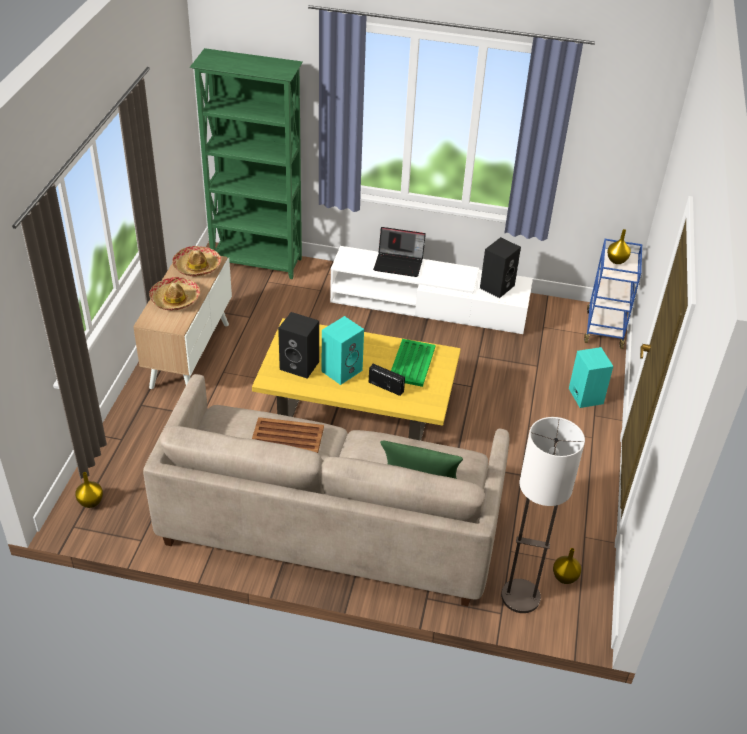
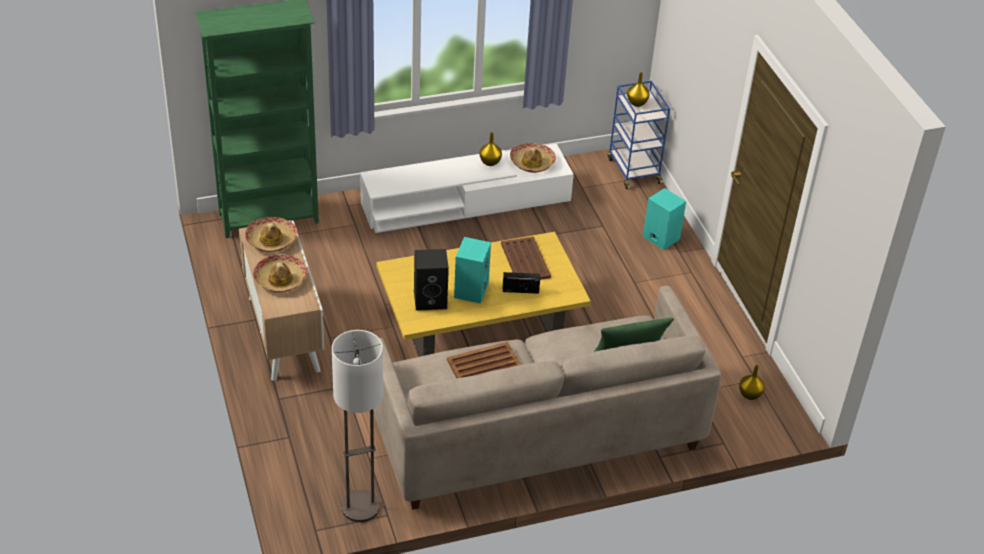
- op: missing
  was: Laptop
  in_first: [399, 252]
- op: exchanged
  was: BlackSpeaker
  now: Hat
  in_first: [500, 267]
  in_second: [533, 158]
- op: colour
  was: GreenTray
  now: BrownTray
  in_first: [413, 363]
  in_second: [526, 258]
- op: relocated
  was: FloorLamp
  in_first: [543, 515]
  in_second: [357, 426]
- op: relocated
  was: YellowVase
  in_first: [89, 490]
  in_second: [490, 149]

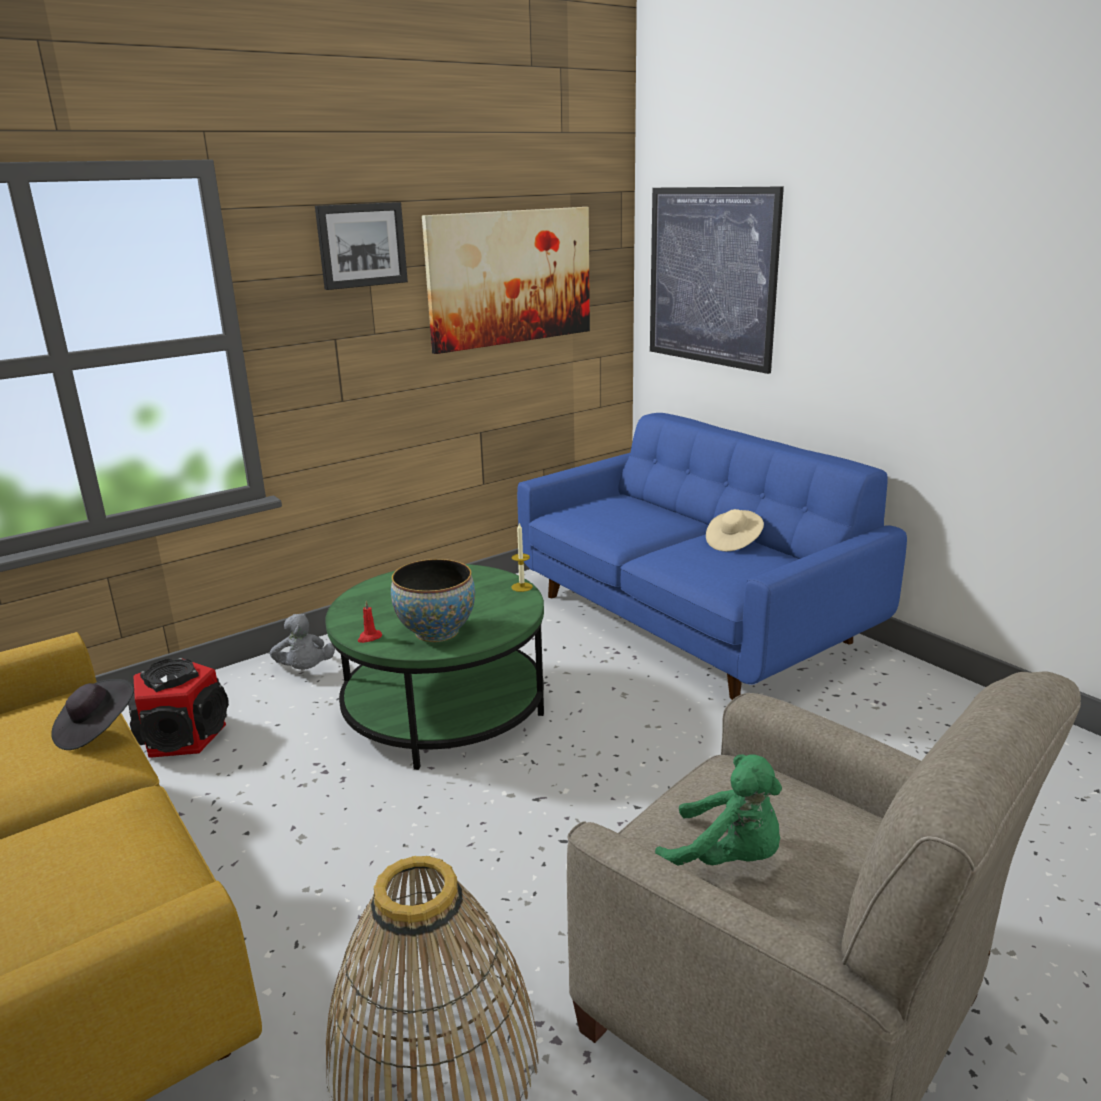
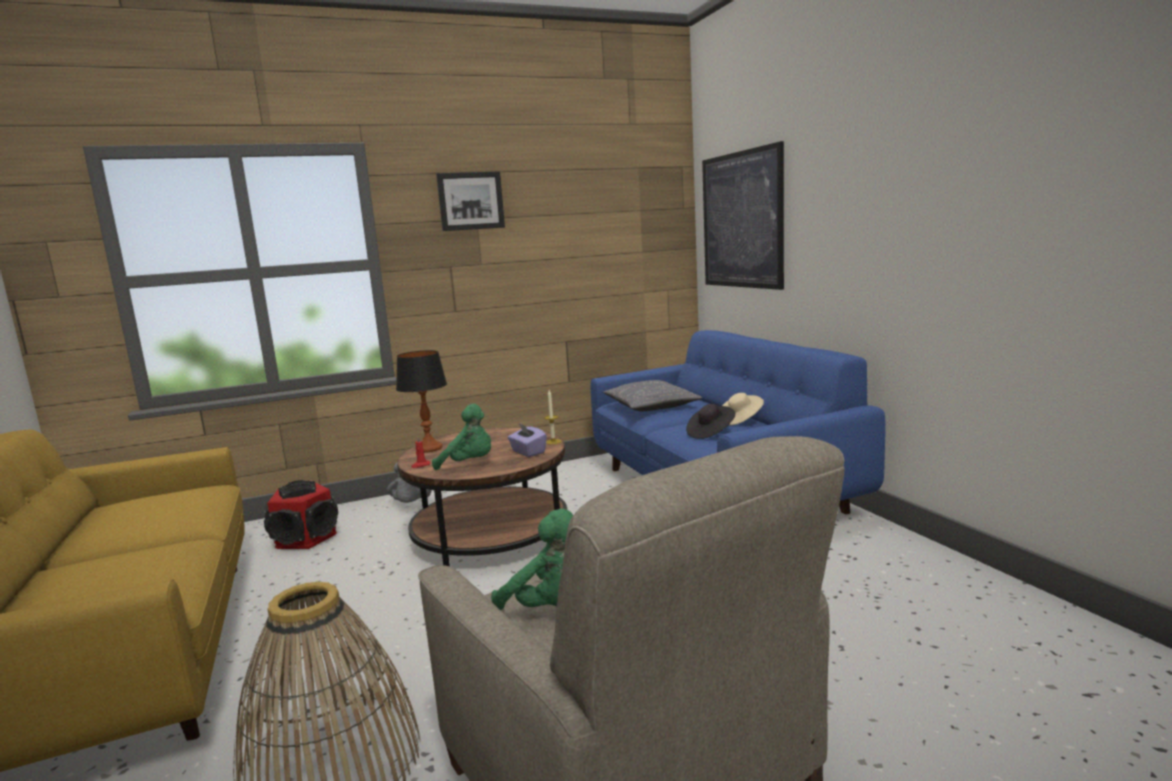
- op: missing
  was: Picture
  in_first: [506, 280]
- op: exchanged
  was: Bowl
  now: GreenPlushToy
  in_first: [433, 600]
  in_second: [461, 437]
- op: colour
  was: GreenCoffeeTable
  now: BrownCoffeeTable
  in_first: [434, 667]
  in_second: [482, 497]
- op: relocated
  was: BlackHat
  in_first: [92, 714]
  in_second: [710, 421]
- op: appeared
  now: TableLamp
  in_second: [421, 401]
- op: appeared
  now: GreyPillow
  in_second: [652, 395]
- op: appeared
  now: PurpleTissueBox
  in_second: [527, 440]

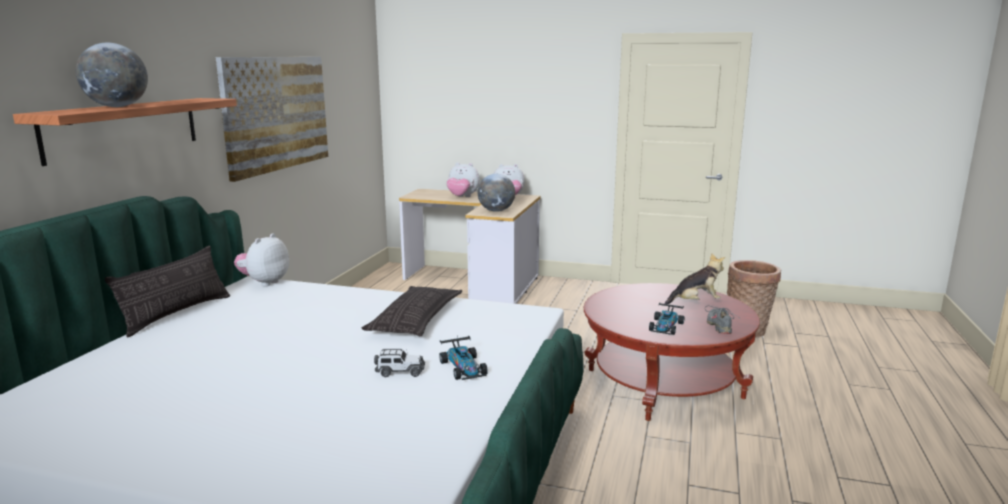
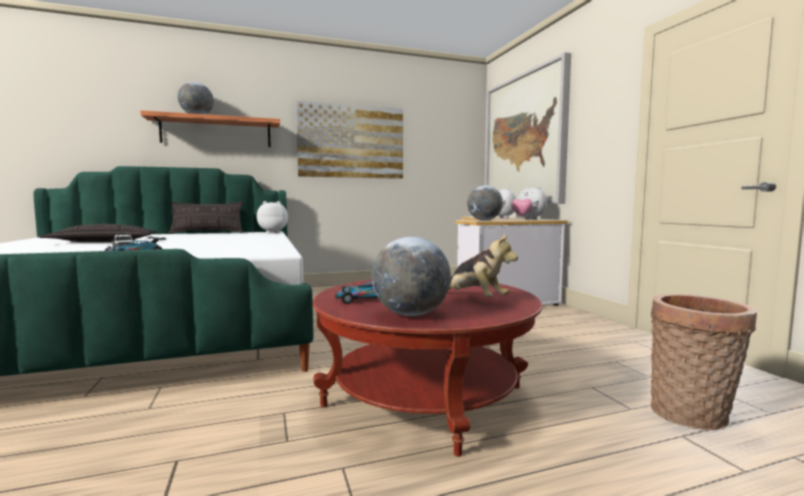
- op: relocated
  was: Pillow
  in_first: [412, 311]
  in_second: [98, 233]
- op: exchanged
  was: GreyShoe
  now: Globe
  in_first: [721, 319]
  in_second: [411, 276]
- op: appeared
  now: Picture
  in_second: [528, 128]

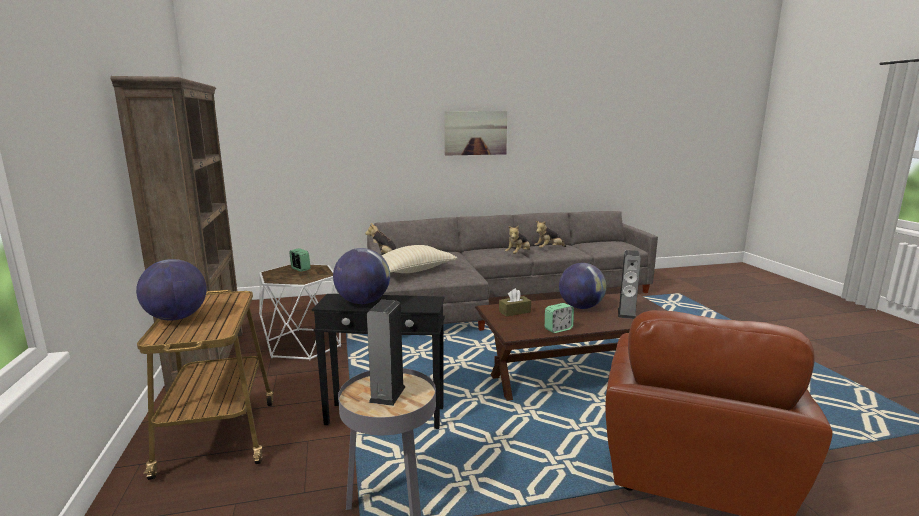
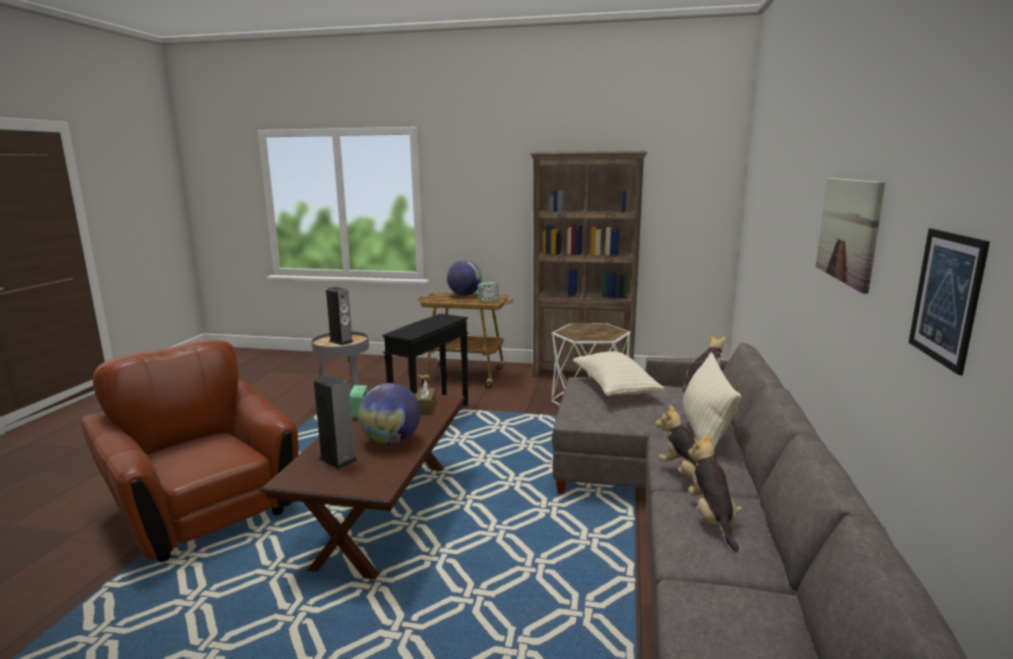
- op: relocated
  was: AlarmClock
  in_first: [300, 260]
  in_second: [488, 292]
- op: missing
  was: Globe
  in_first: [361, 276]
- op: appeared
  now: Picture
  in_second: [949, 302]
- op: appeared
  now: BeigePillow
  in_second: [712, 401]

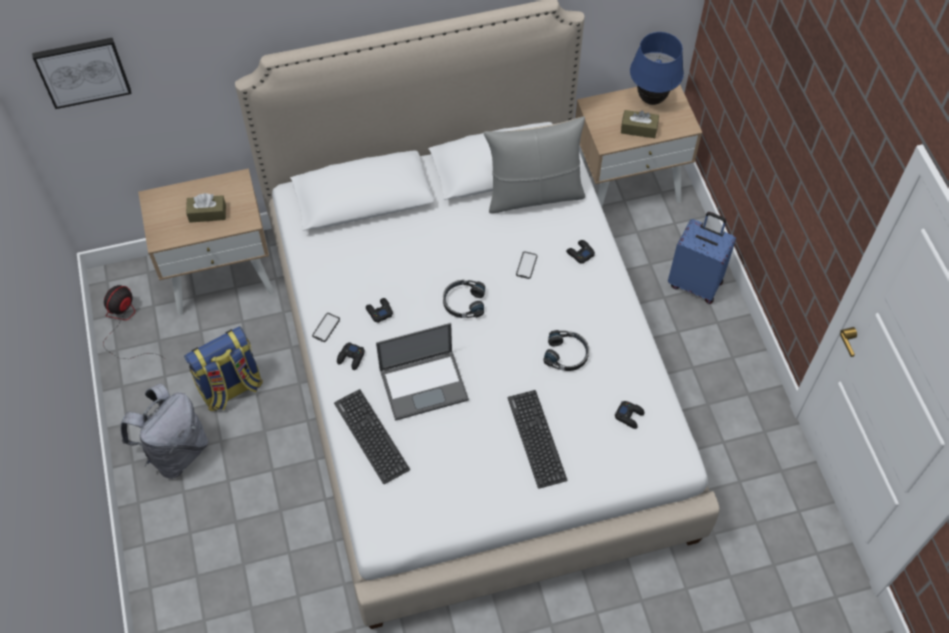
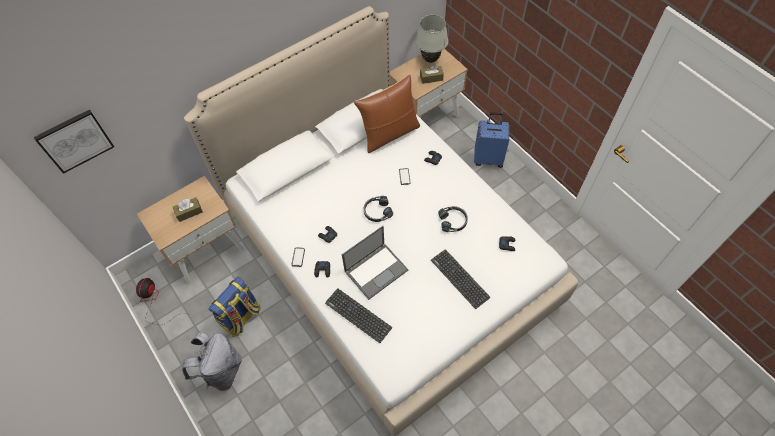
- op: colour
  was: BlueTableLamp
  now: WhiteTableLamp
  in_first: [657, 68]
  in_second: [431, 39]
- op: colour
  was: GreyPillow
  now: BrownPillow
  in_first: [534, 164]
  in_second: [387, 114]

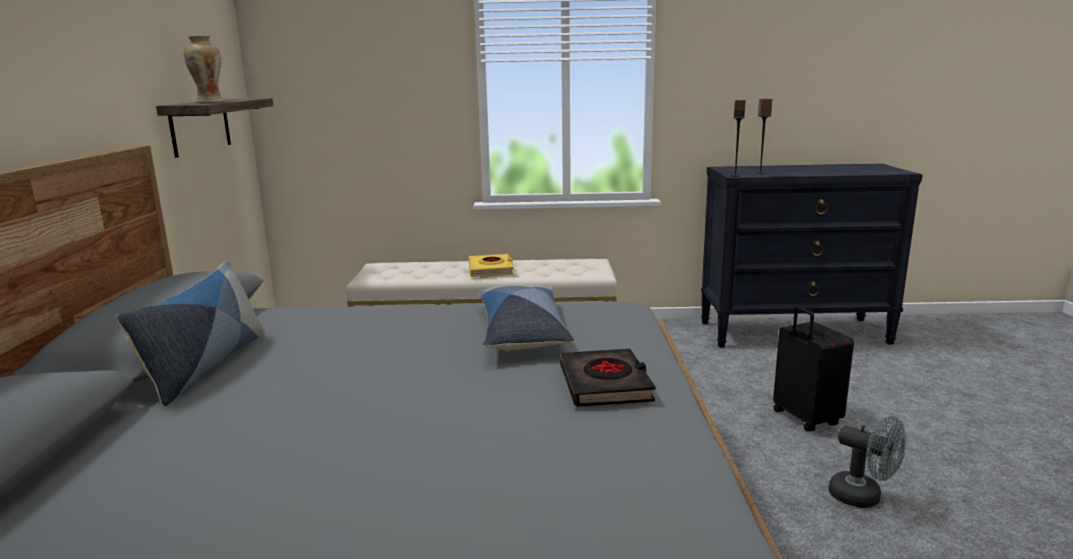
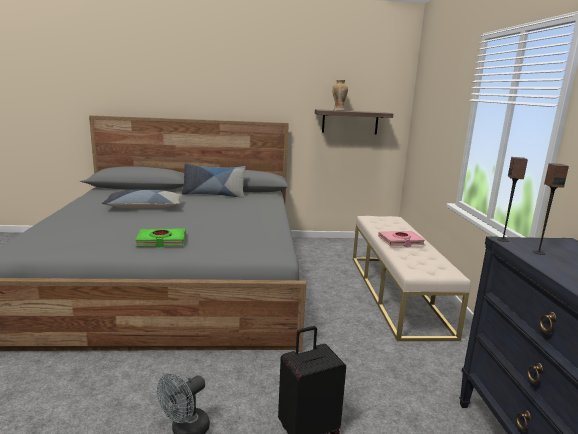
- op: colour
  was: YellowBook
  now: PinkBook
  in_first: [491, 265]
  in_second: [401, 239]
- op: relocated
  was: Pillow
  in_first: [526, 318]
  in_second: [141, 199]
- op: colour
  was: BlackBook
  now: GreenBook
  in_first: [608, 378]
  in_second: [160, 237]

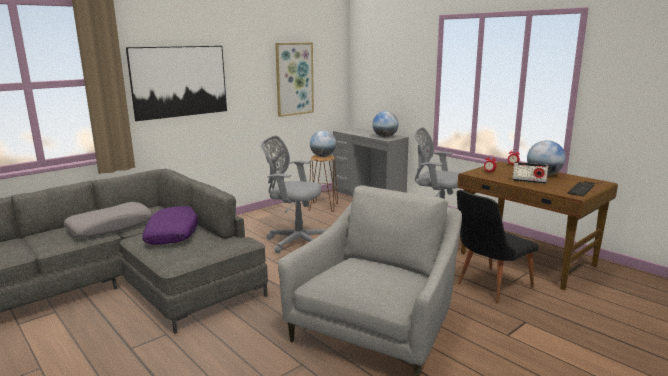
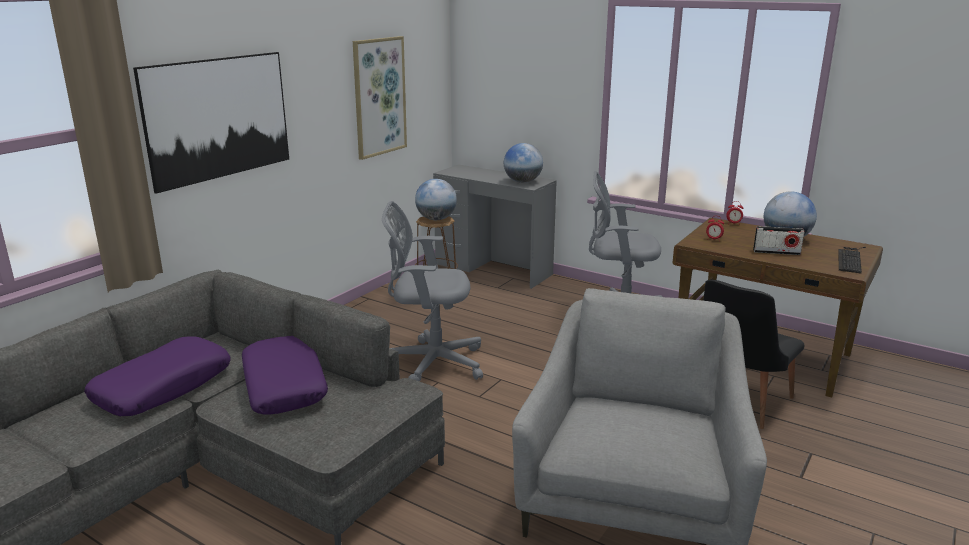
- op: colour
  was: GreyPillow
  now: PurplePillow
  in_first: [108, 220]
  in_second: [158, 376]

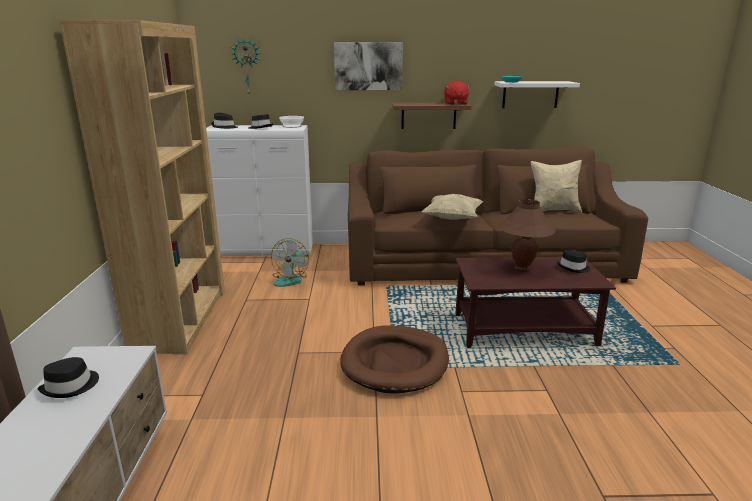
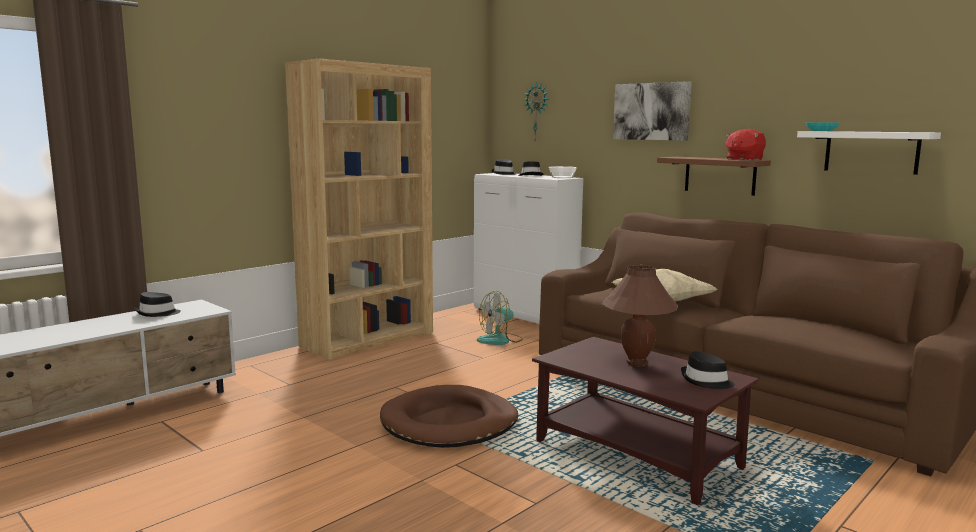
- op: missing
  was: BeigePillow
  in_first: [556, 186]

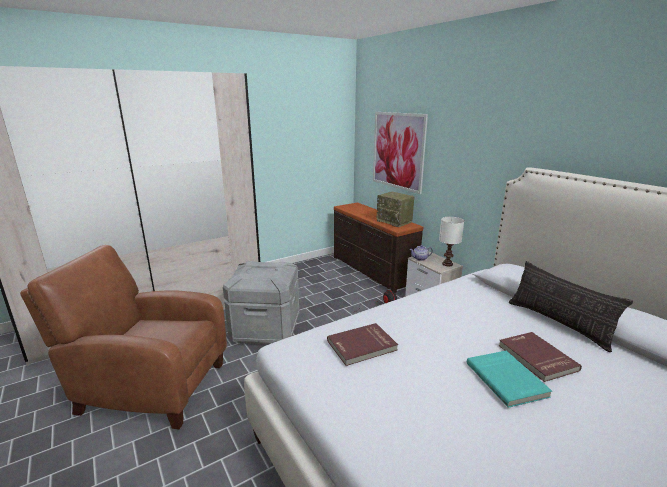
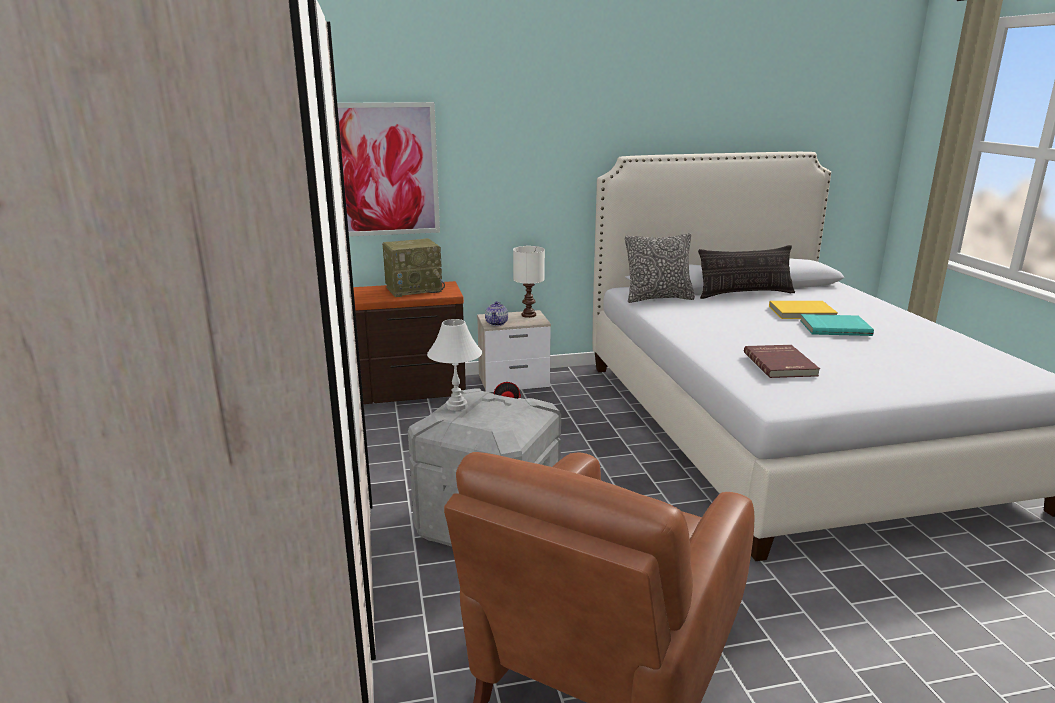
- op: colour
  was: RedBook
  now: YellowBook
  in_first: [540, 357]
  in_second: [803, 310]
- op: appeared
  now: Pillow
  in_second: [660, 268]
- op: appeared
  now: WhiteTableLamp
  in_second: [454, 365]

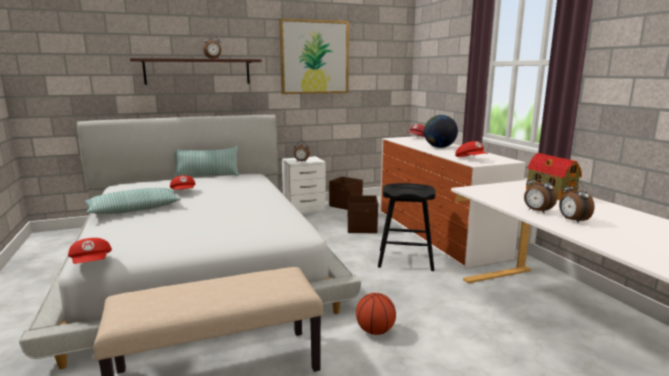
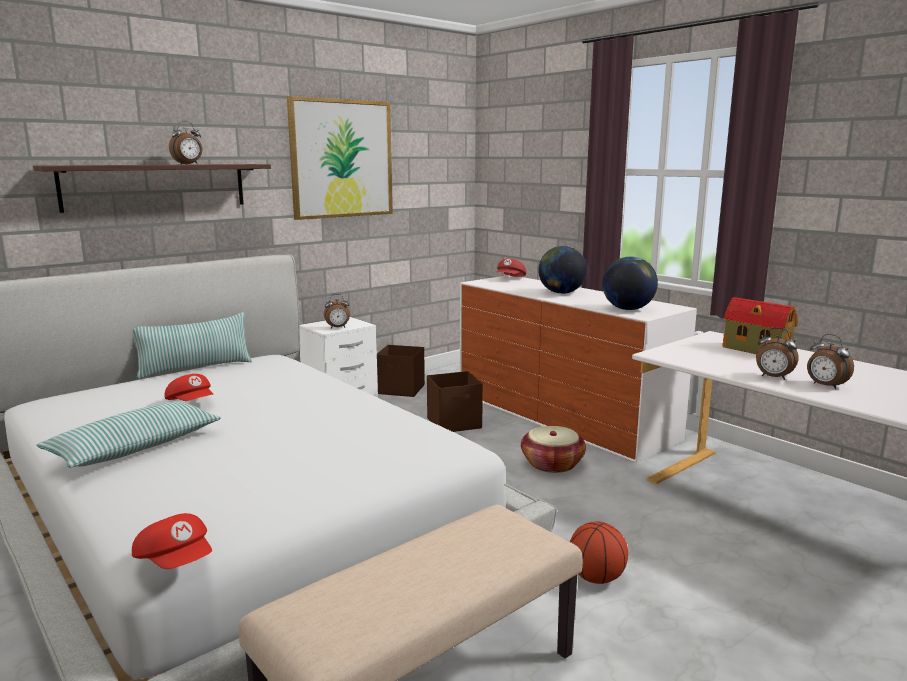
- op: exchanged
  was: RedCap
  now: Globe
  in_first: [471, 149]
  in_second: [630, 283]
- op: exchanged
  was: BlackStool
  now: Basket
  in_first: [407, 227]
  in_second: [553, 449]

